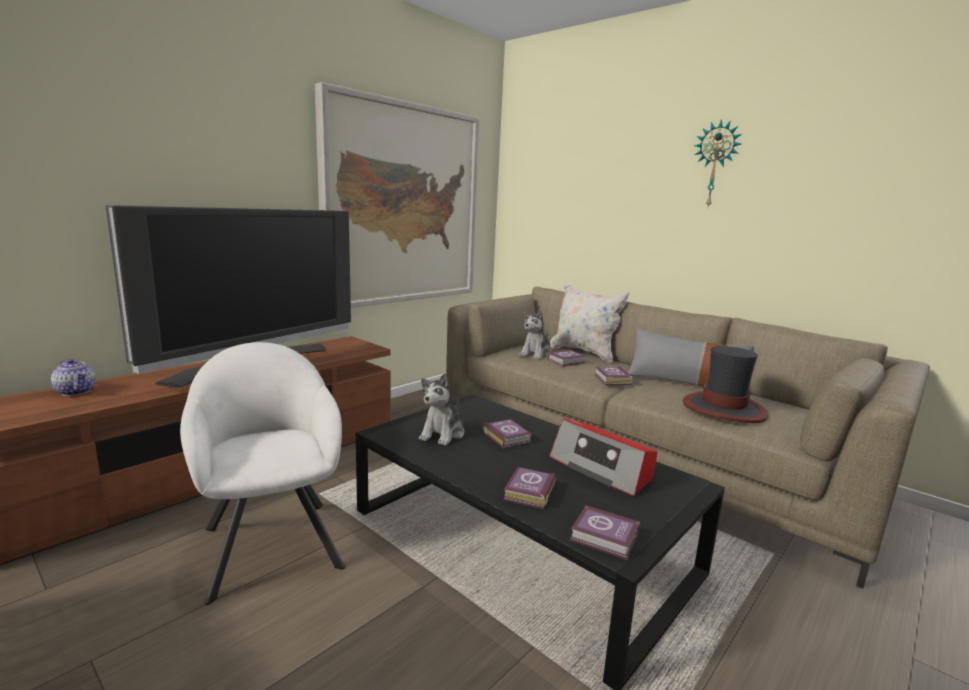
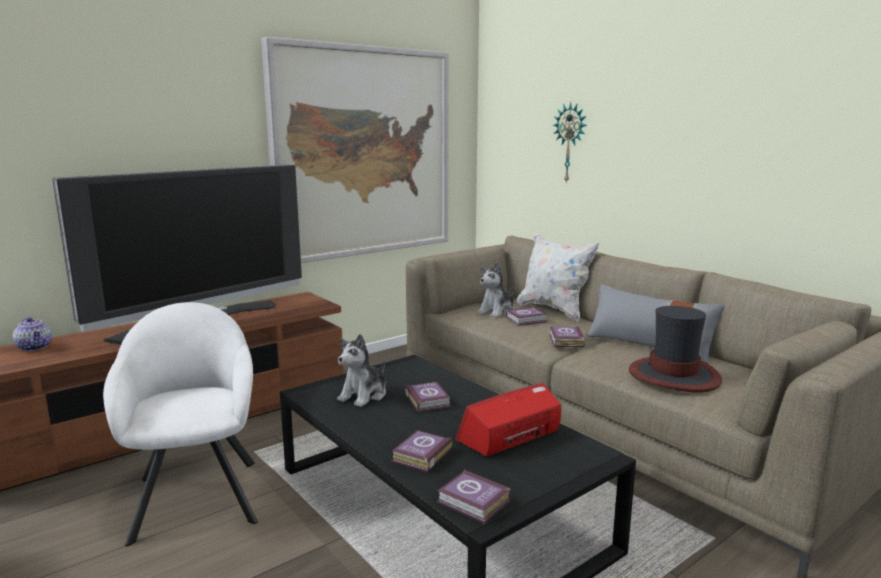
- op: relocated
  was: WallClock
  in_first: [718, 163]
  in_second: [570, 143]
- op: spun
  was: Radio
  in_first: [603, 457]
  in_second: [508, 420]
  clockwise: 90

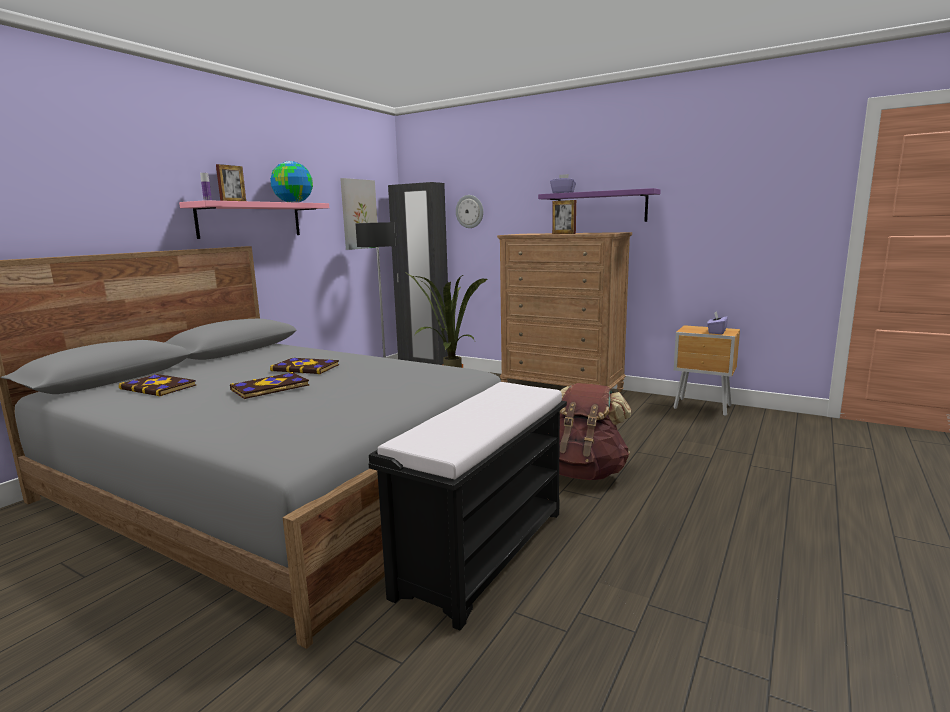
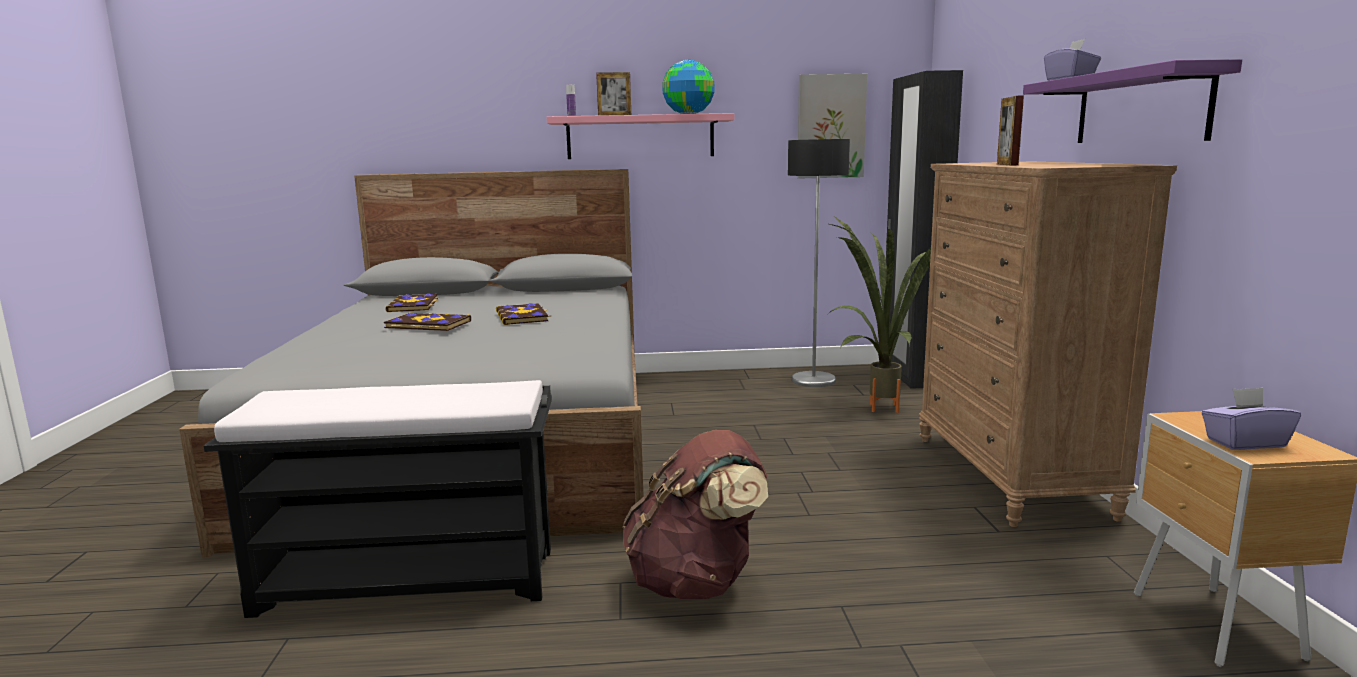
- op: missing
  was: WallClock
  in_first: [469, 211]

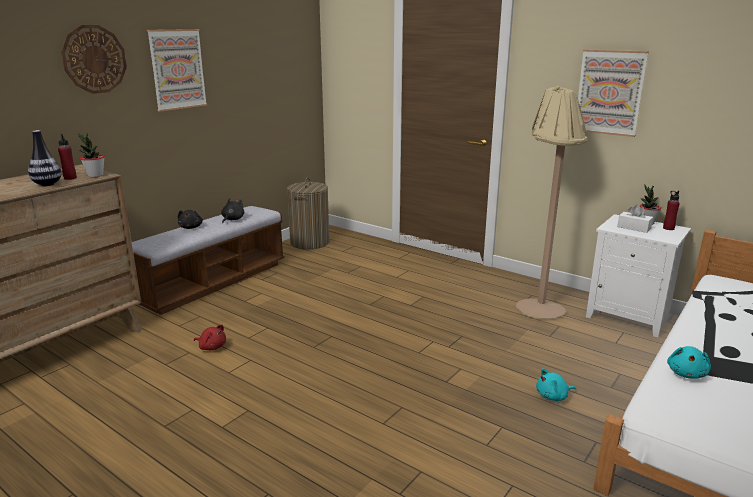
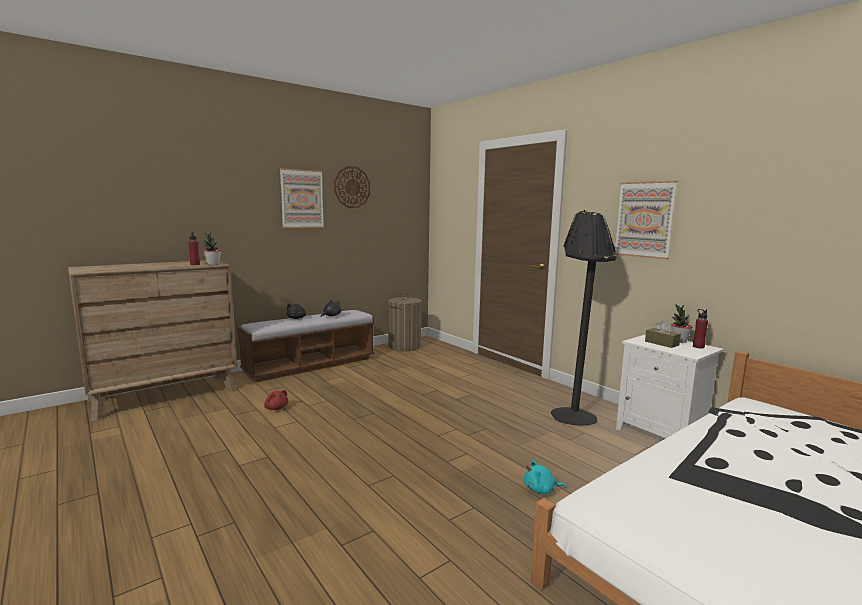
- op: relocated
  was: WallClock
  in_first: [94, 59]
  in_second: [352, 187]
- op: colour
  was: BeigeFloorLamp
  now: BlackFloorLamp
  in_first: [552, 202]
  in_second: [584, 317]
- op: missing
  was: Vase
  in_first: [45, 158]
- op: colour
  was: WhiteTissueBox
  now: BrownTissueBox
  in_first: [635, 219]
  in_second: [663, 334]
- op: missing
  was: TurquoisePlushToy
  in_first: [689, 362]

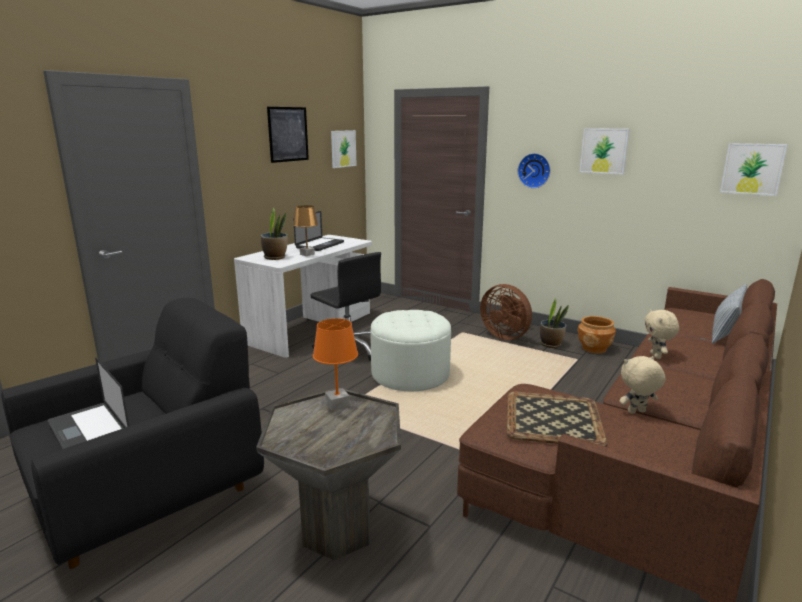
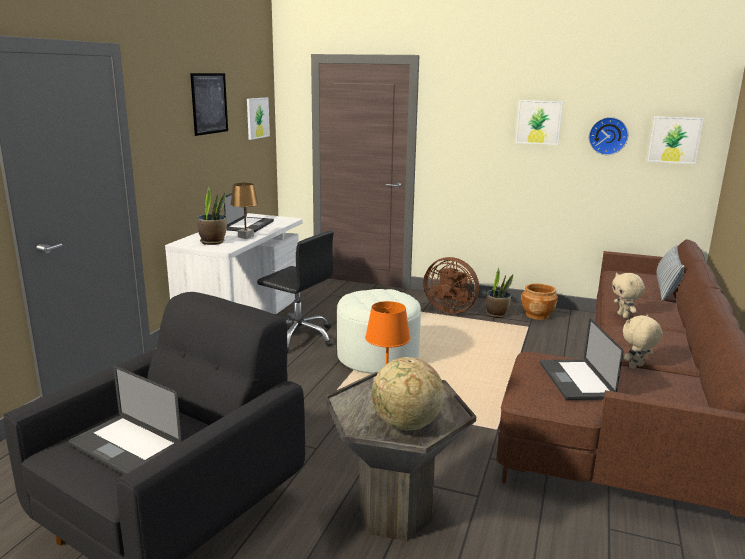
- op: relocated
  was: WallClock
  in_first: [534, 170]
  in_second: [608, 136]
- op: exchanged
  was: Tray
  now: Laptop
  in_first: [556, 419]
  in_second: [581, 359]
- op: appeared
  now: Globe
  in_second: [407, 394]

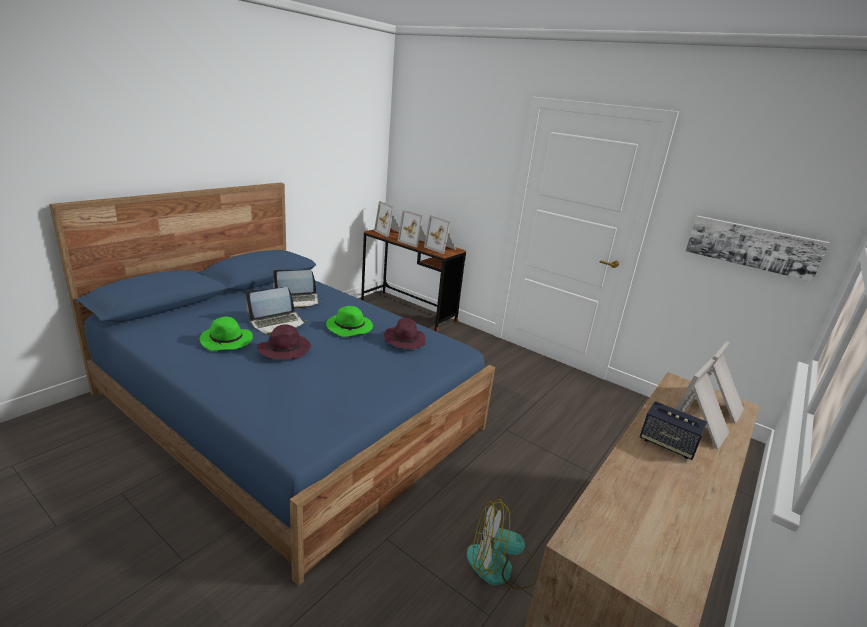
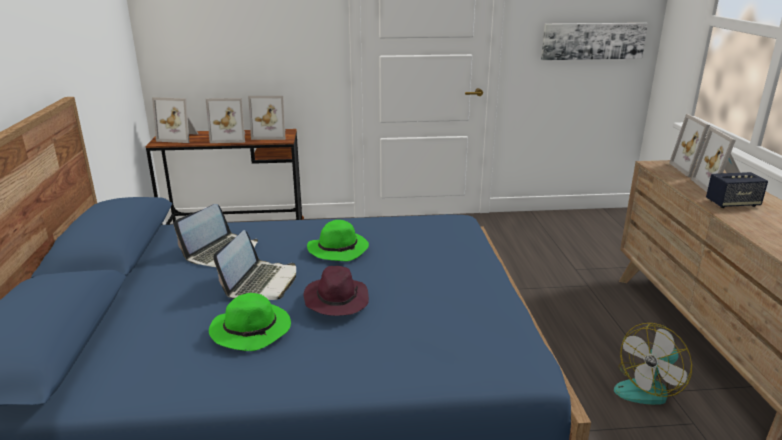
- op: missing
  was: PurpleHat
  in_first: [404, 333]

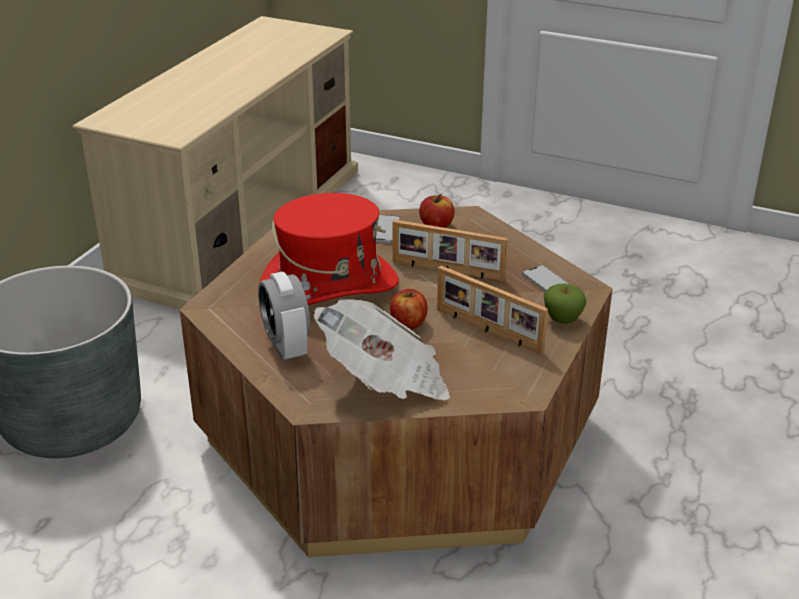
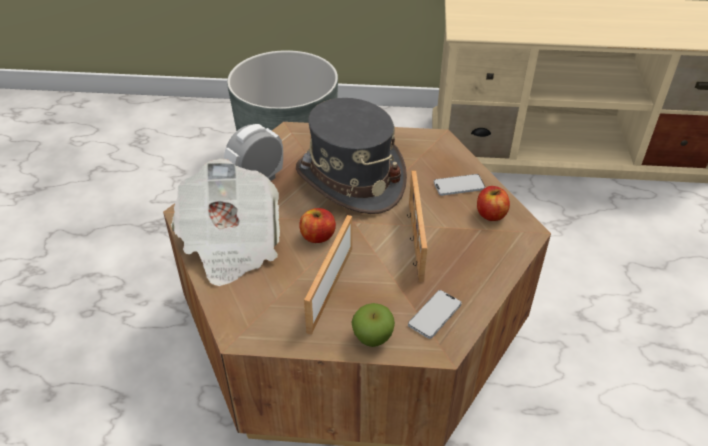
- op: colour
  was: RedHat
  now: GreyHat
  in_first: [329, 249]
  in_second: [351, 156]

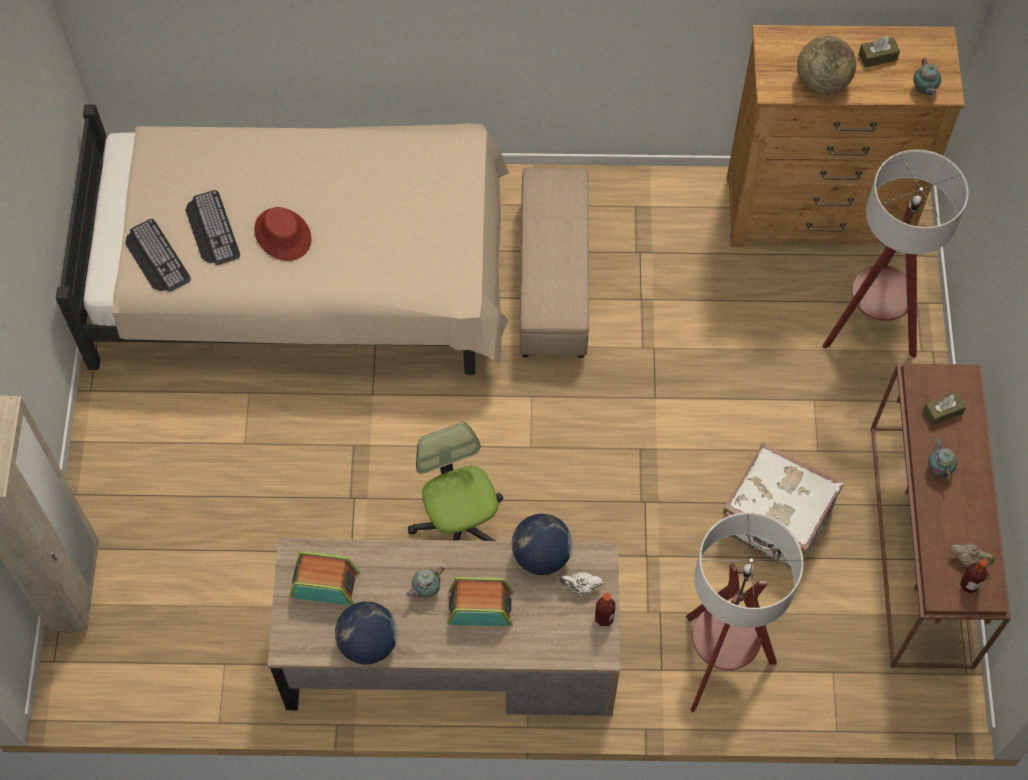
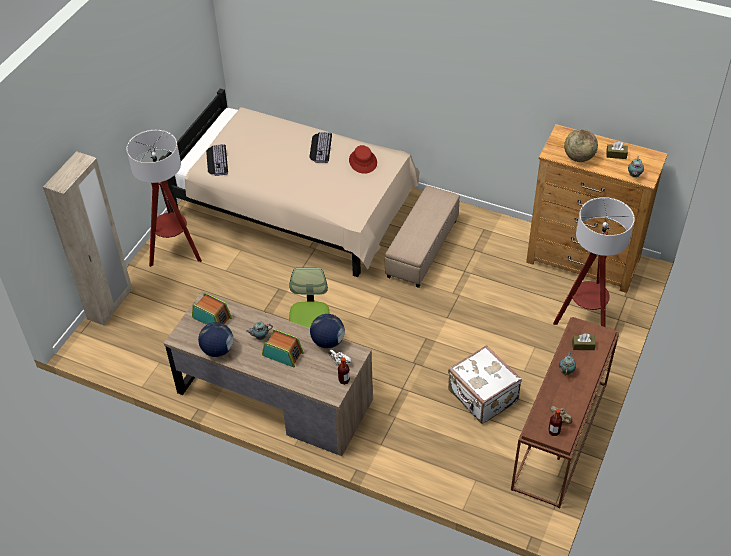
- op: relocated
  was: Keyboard
  in_first: [212, 227]
  in_second: [320, 147]
- op: relocated
  was: RedHat
  in_first: [283, 234]
  in_second: [363, 159]
- op: relocated
  was: FloorLamp
  in_first: [744, 612]
  in_second: [164, 198]

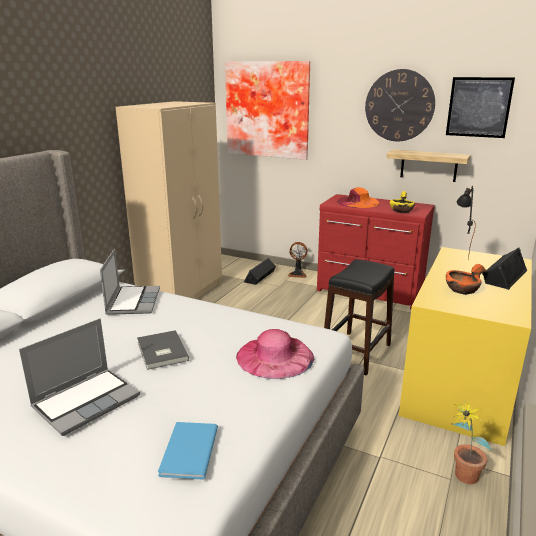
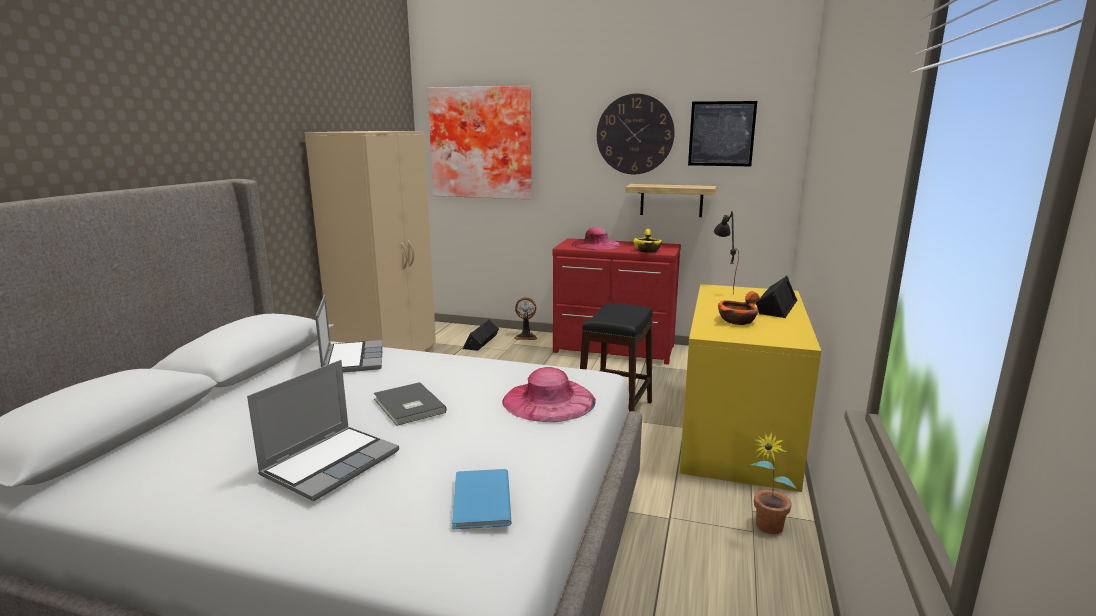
- op: colour
  was: OrangeHat
  now: PinkHat
  in_first: [358, 197]
  in_second: [595, 238]

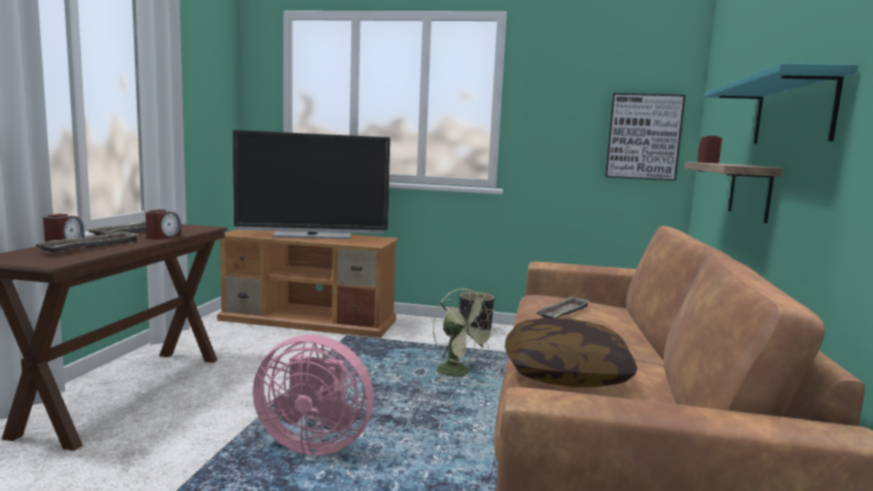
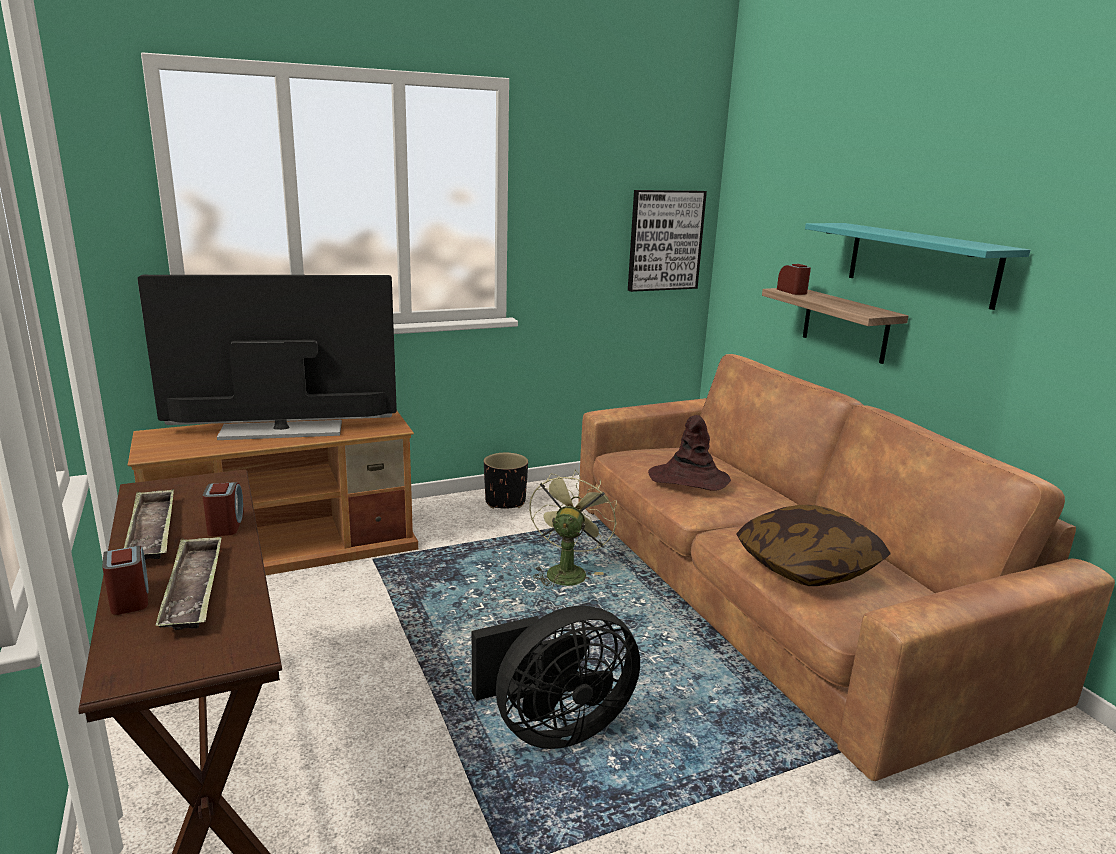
- op: spun
  was: Television
  in_first: [311, 184]
  in_second: [267, 357]
  clockwise: -150
- op: spun
  was: GreenFan
  in_first: [464, 334]
  in_second: [573, 530]
  clockwise: -90
- op: exchanged
  was: Tray
  now: BrownHat
  in_first: [563, 307]
  in_second: [689, 453]
- op: colour
  was: PinkFan
  now: BlackFan
  in_first: [313, 395]
  in_second: [556, 677]

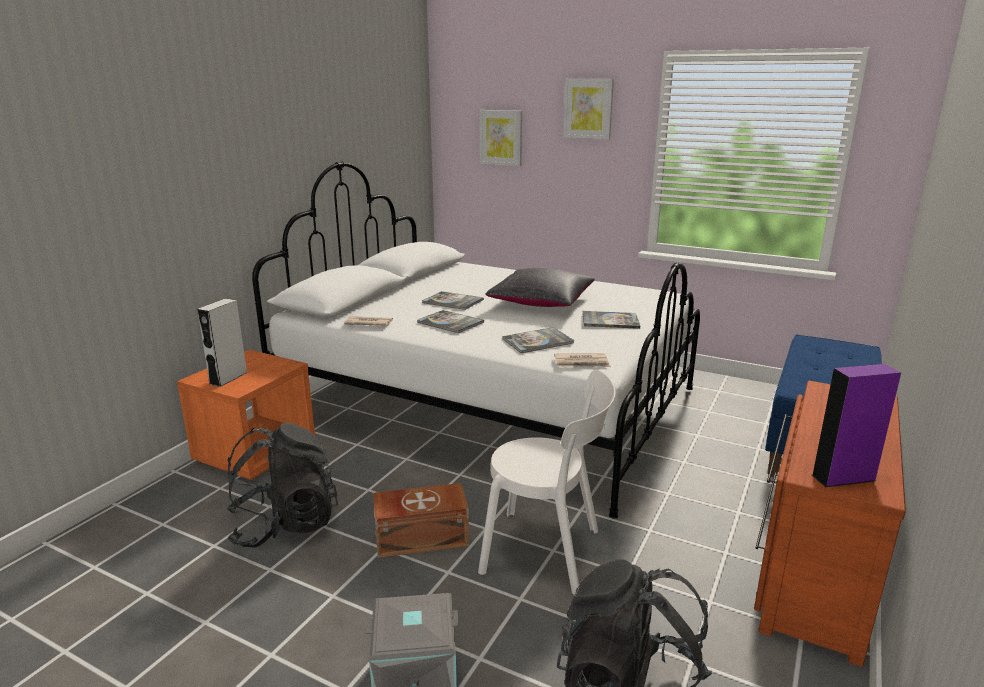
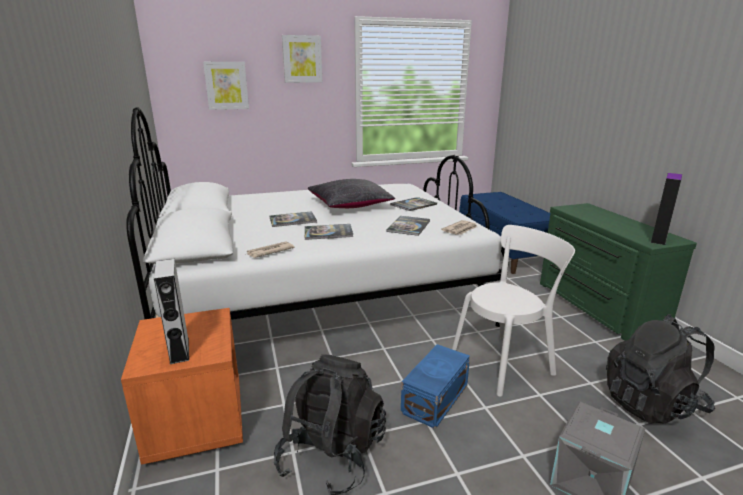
- op: colour
  was: BrownDresser
  now: GreenDresser
  in_first: [830, 524]
  in_second: [618, 272]
- op: colour
  was: BrownStorageBox
  now: BlueStorageBox
  in_first: [421, 520]
  in_second: [435, 386]

